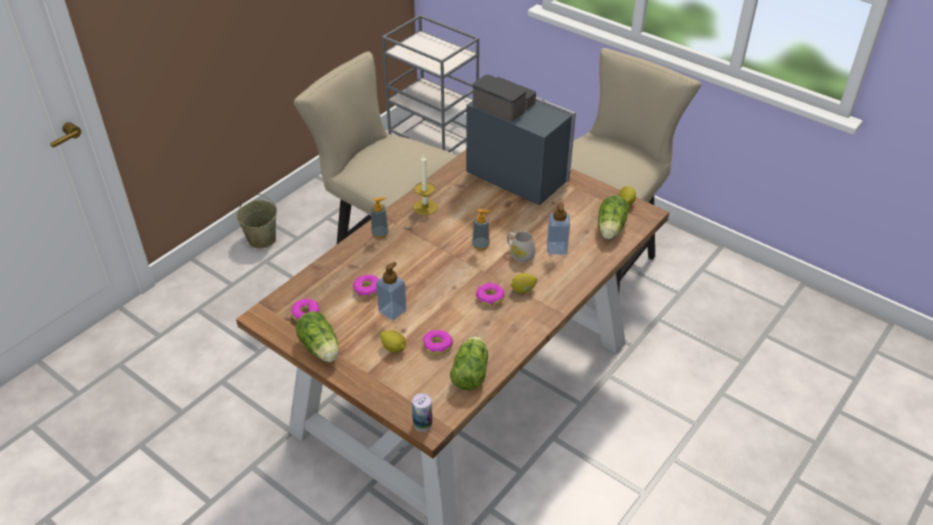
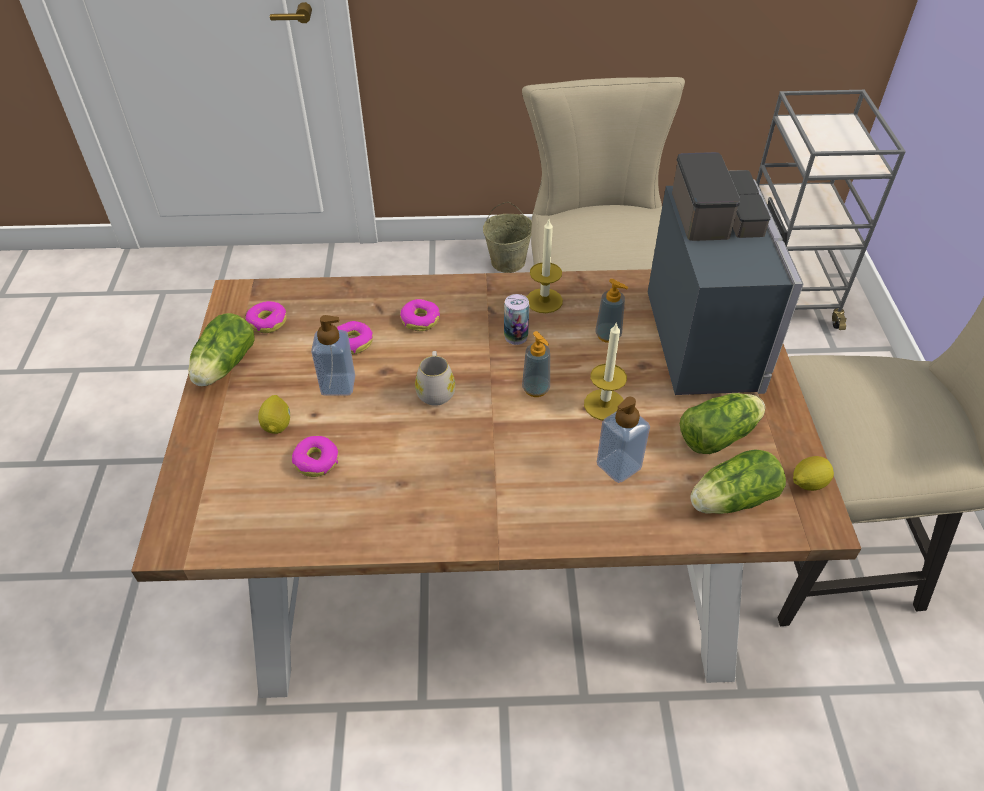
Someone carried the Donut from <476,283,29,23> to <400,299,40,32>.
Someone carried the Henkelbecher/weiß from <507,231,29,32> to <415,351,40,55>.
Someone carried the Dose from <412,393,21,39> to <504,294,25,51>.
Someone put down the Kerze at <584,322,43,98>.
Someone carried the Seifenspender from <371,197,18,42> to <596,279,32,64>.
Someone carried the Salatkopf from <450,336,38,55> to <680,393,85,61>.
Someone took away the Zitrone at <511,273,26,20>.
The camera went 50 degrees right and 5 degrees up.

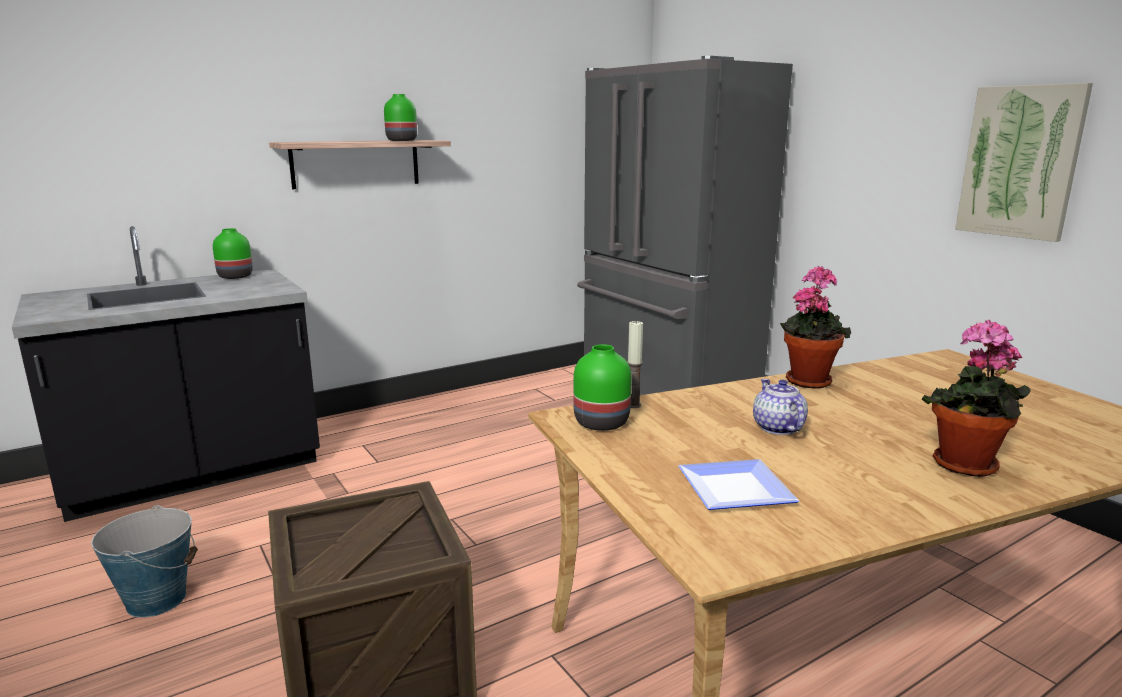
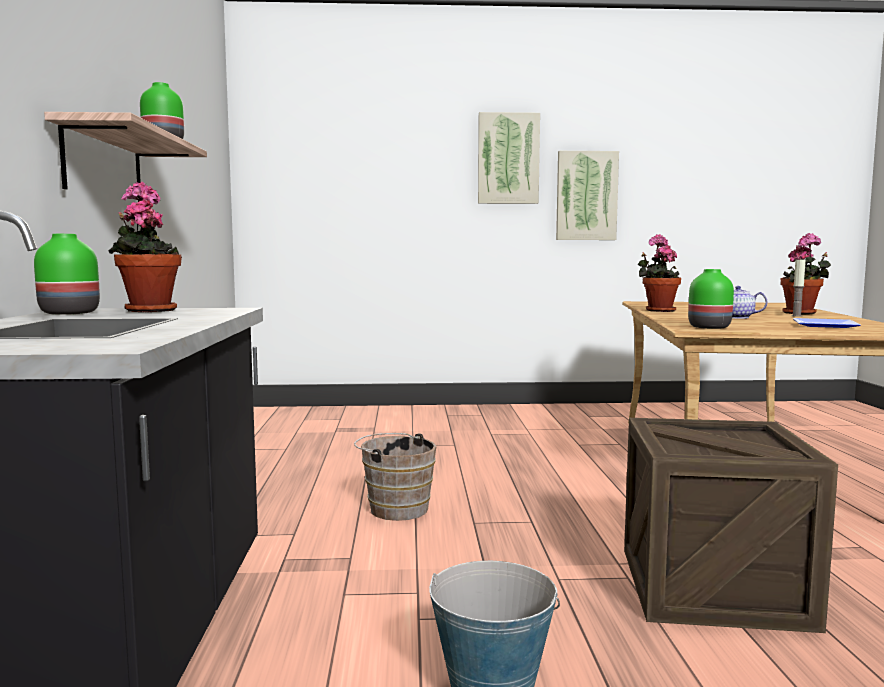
Someone put down the Topfpflanze at <108,182,74,130>.
Someone put down the Eimer/braun at <354,433,83,88>.
Someone put up the Bild at <478,112,62,92>.
Someone carried the Kerze from <627,321,16,87> to <791,258,15,59>.
Someone took away the Kühlschrank/grau at <577,56,216,339>.
The camera went 60 degrees left and 10 degrees down.

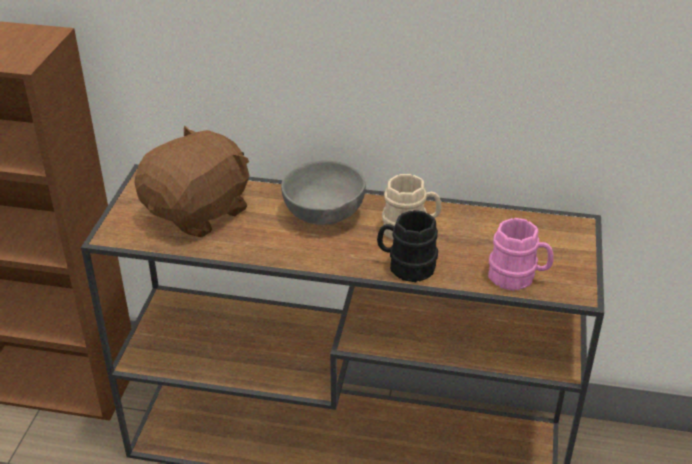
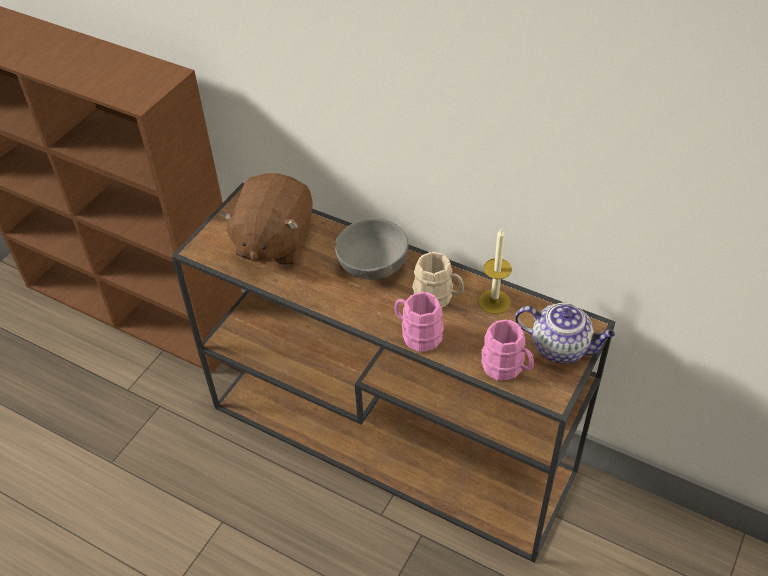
Someone rotated the Plüschtier/braun at <134,126,115,112> by 135 degrees clockwise.
Someone repainted the Henkelbecher/schwarz at <377,210,61,72>, which became the Henkelbecher/rosa at <394,292,50,60>.
Someone put down the Kerze at <479,227,33,87>.
Someone put down the Teekanne at <515,303,100,61>.
The camera went 20 degrees right and 10 degrees up.

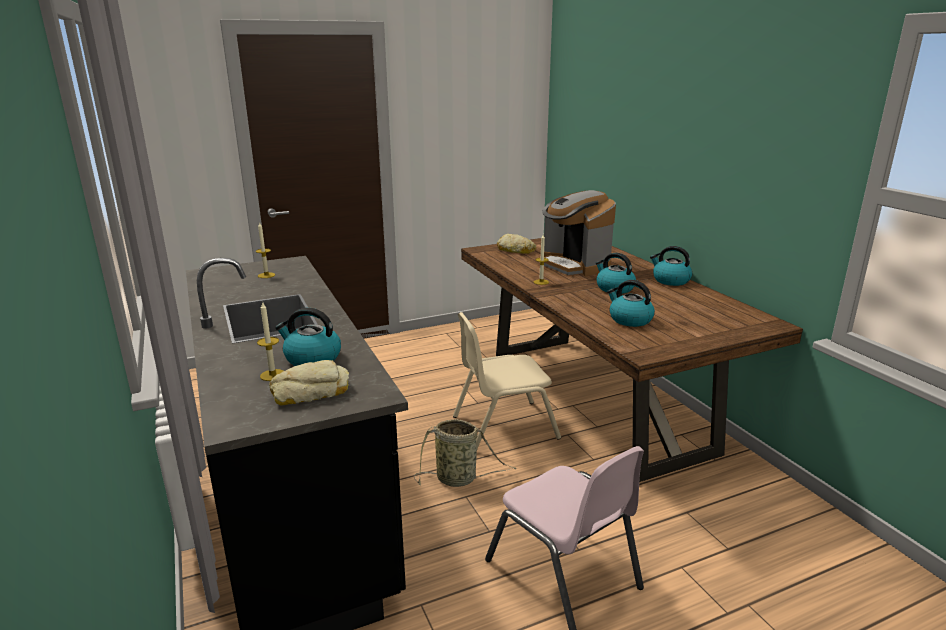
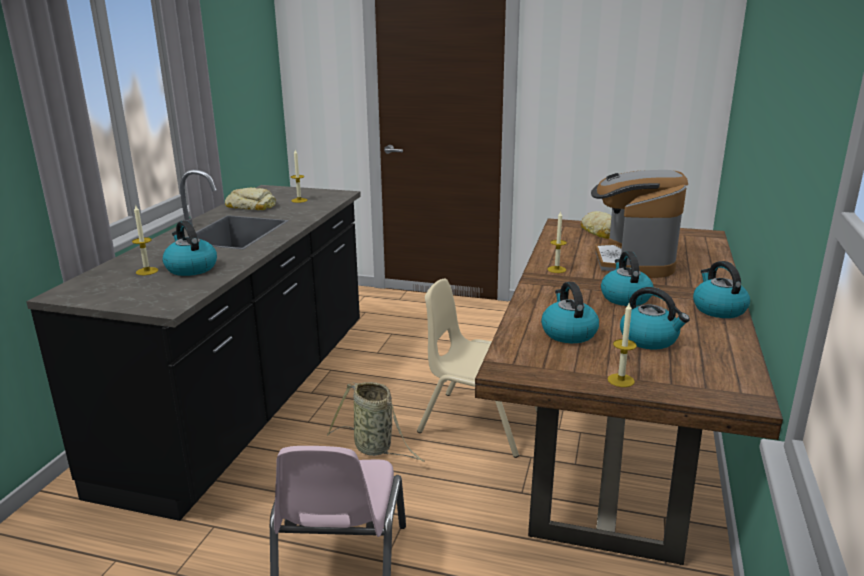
Someone carried the Brot from <269,360,80,45> to <225,188,51,22>.
Someone put down the Kerze at <608,303,29,84>.
Someone put down the Wasserkessel at <620,287,70,62>.
The camera went 40 degrees right and 0 degrees up.

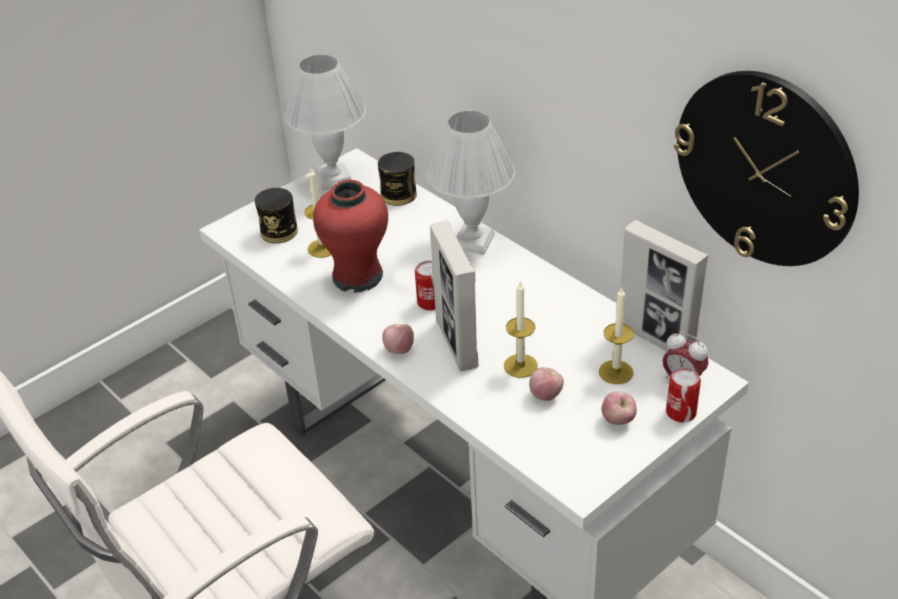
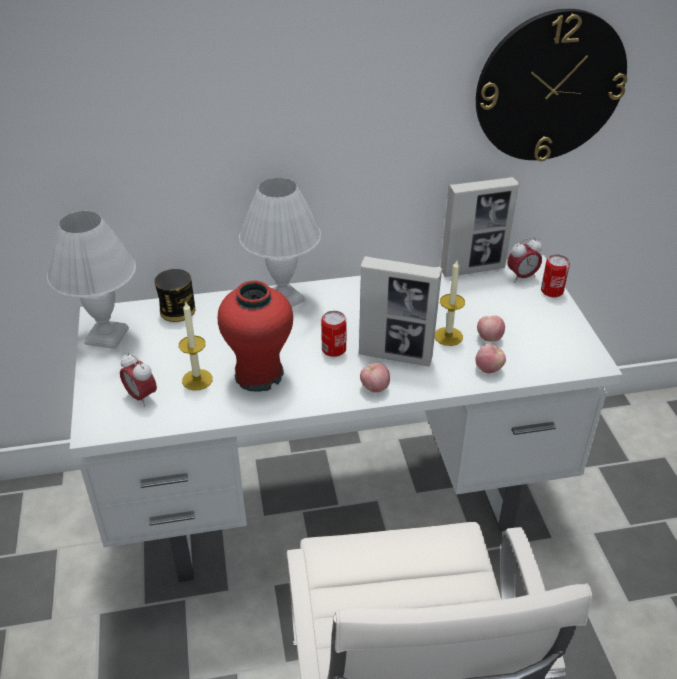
Someone swapped the Dose at <255,188,43,55> for the Wecker at <120,352,37,55>.
Someone carried the Apfel from <601,392,36,33> to <475,344,31,29>.
Someone took away the Kerze at <599,288,35,96>.
The camera went 60 degrees left and 0 degrees up.

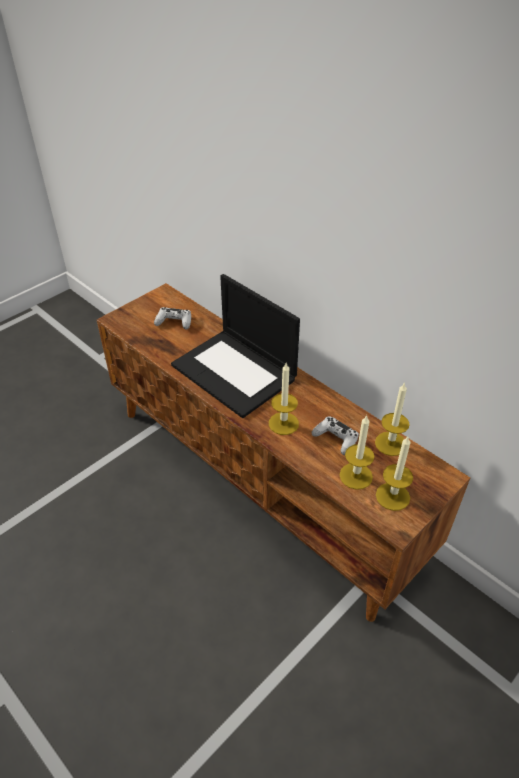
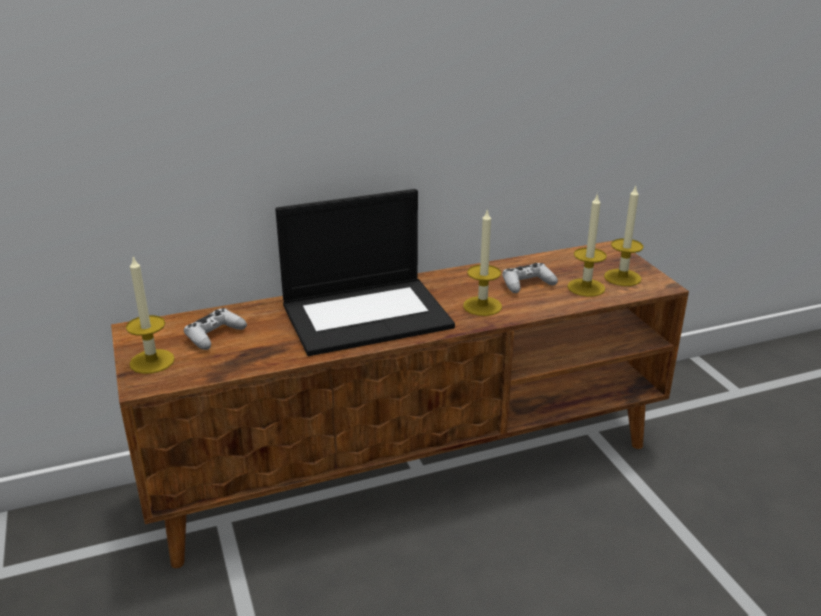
Someone carried the Kerze from <375,382,35,74> to <126,255,49,119>.
The camera went 65 degrees left and 15 degrees down.

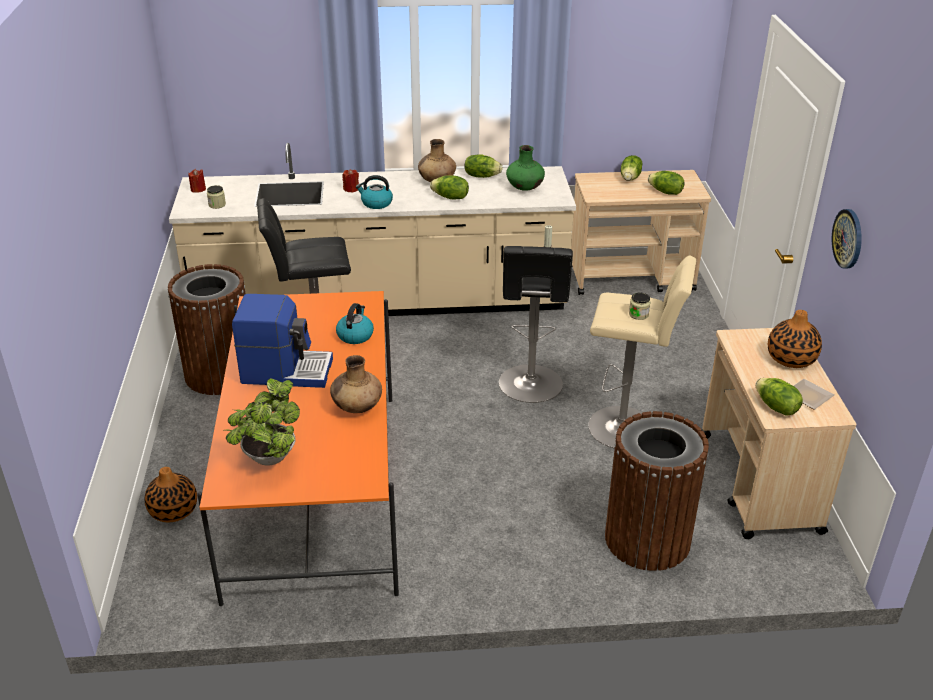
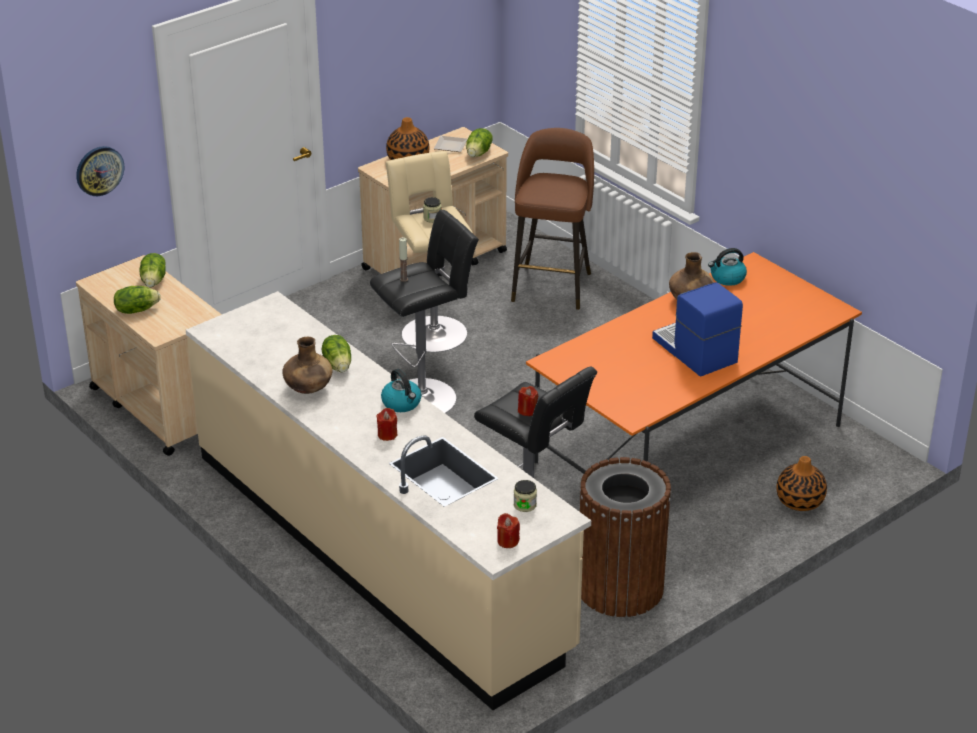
Someone carried the Wanduhr from <832,209,30,60> to <76,146,48,50>.
Someone swapped the Mülleimer/braun at <605,411,104,160> for the Hocker/braun at <511,128,83,182>.
Someone put down the Kerze/rot at <518,386,20,30>.
Someone carried the Wasserkessel from <336,303,38,41> to <708,248,39,38>.
Someone took away the Topfpflanze at <223,378,77,88>.
Someone took away the Salatkopf at <465,154,38,24>.
Someone took away the Vase/grün at <506,145,39,46>.
The camera went 125 degrees left and 0 degrees up.

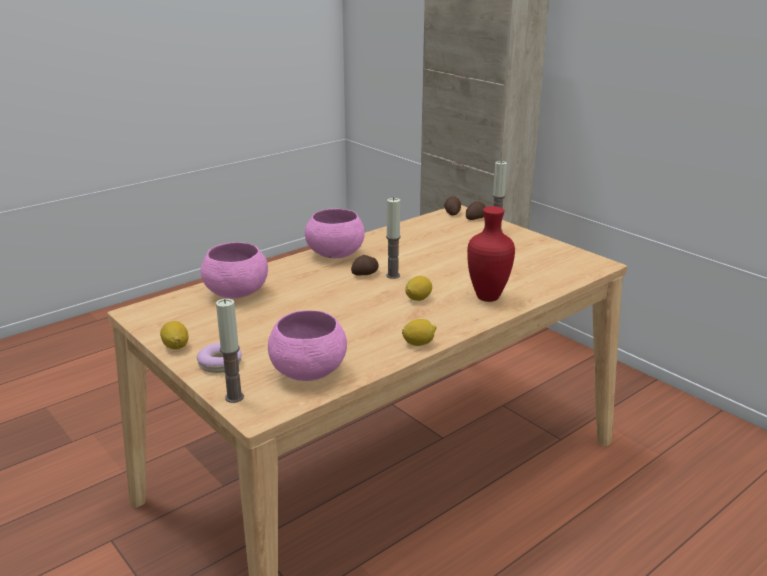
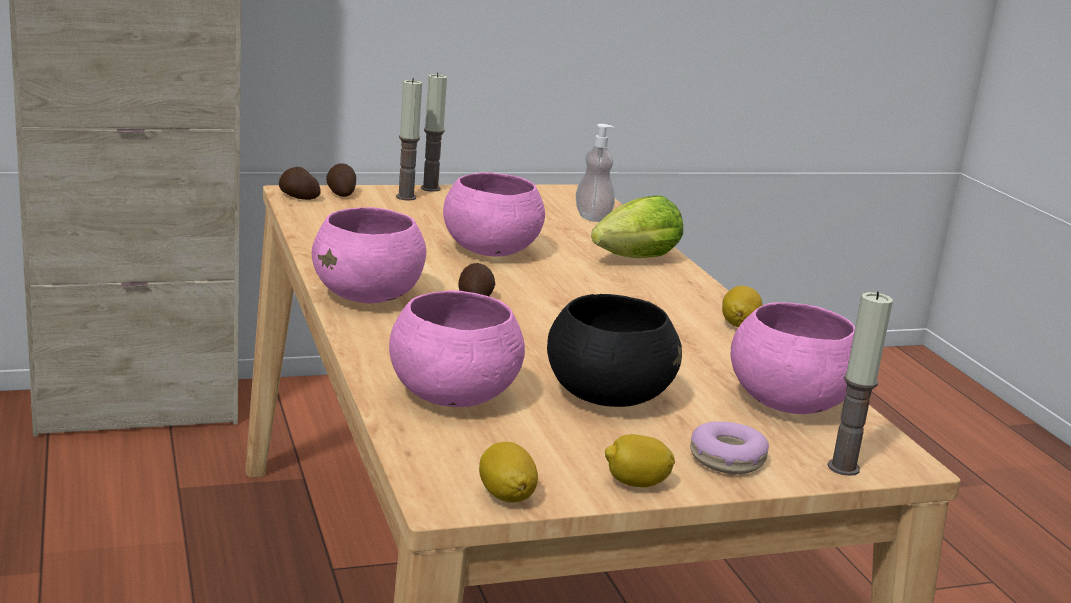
Someone carried the Kerze from <386,197,15,82> to <421,73,26,119>.
Someone put down the Schüssel/rosa at <443,172,102,84>.
Someone carried the Zitrone from <405,276,27,25> to <479,442,59,61>.
Someone put down the Schüssel/schwarz at <547,294,135,113>.
Someone put down the Seifenspender at <576,124,39,98>.
Someone swapped the Vase/rot at <467,206,48,96> for the Salatkopf at <591,195,92,63>.
The camera went 70 degrees left and 5 degrees down.

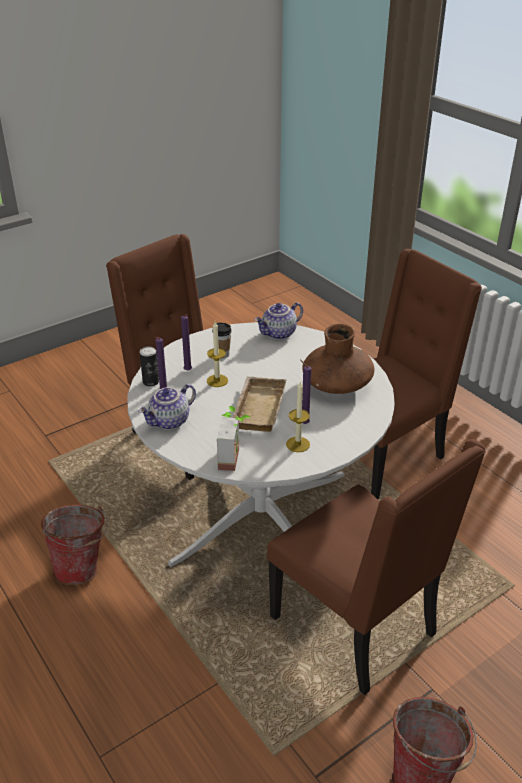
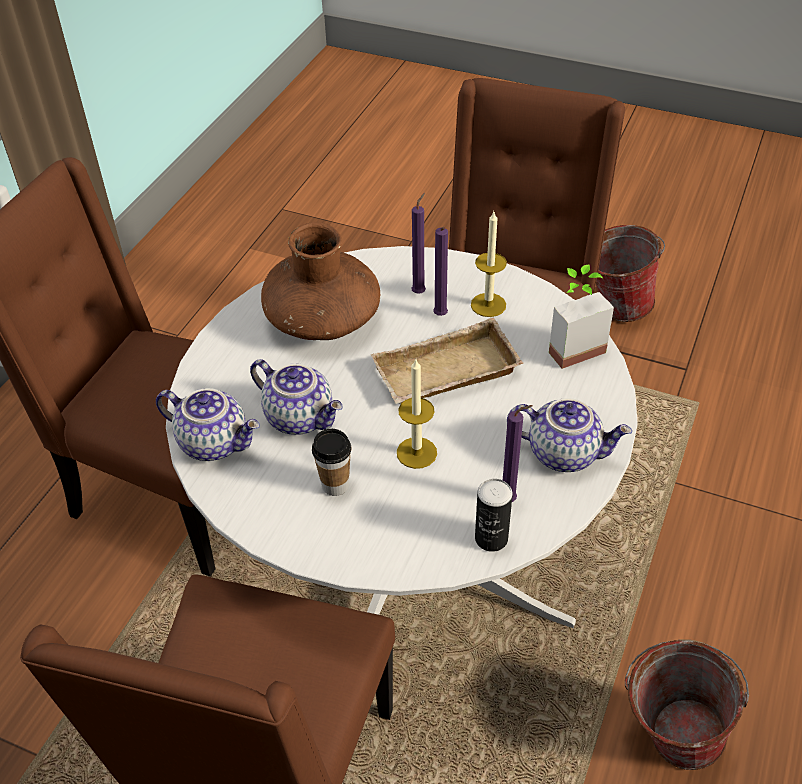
Someone put down the Teekanne at <250,359,93,76>.
Someone carried the Kerze/lila from <181,314,11,57> to <411,193,15,101>.
The camera went 120 degrees left and 10 degrees up.

